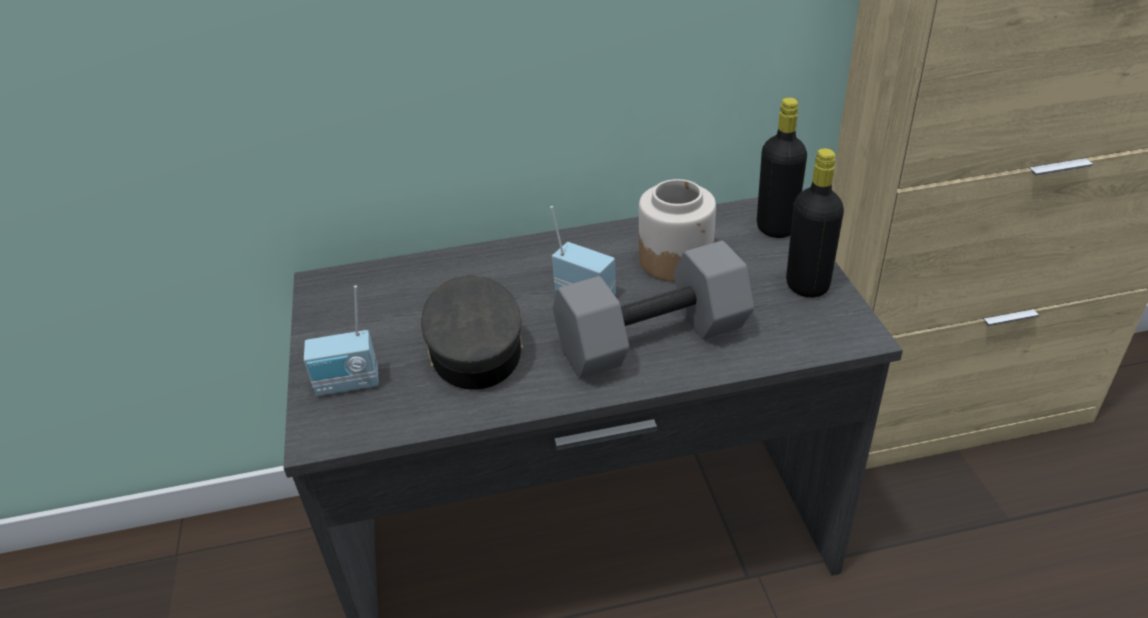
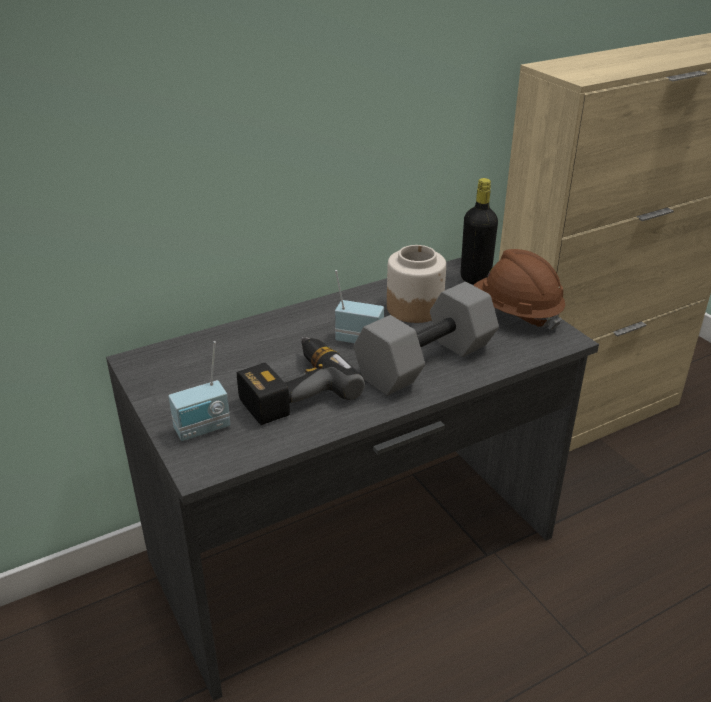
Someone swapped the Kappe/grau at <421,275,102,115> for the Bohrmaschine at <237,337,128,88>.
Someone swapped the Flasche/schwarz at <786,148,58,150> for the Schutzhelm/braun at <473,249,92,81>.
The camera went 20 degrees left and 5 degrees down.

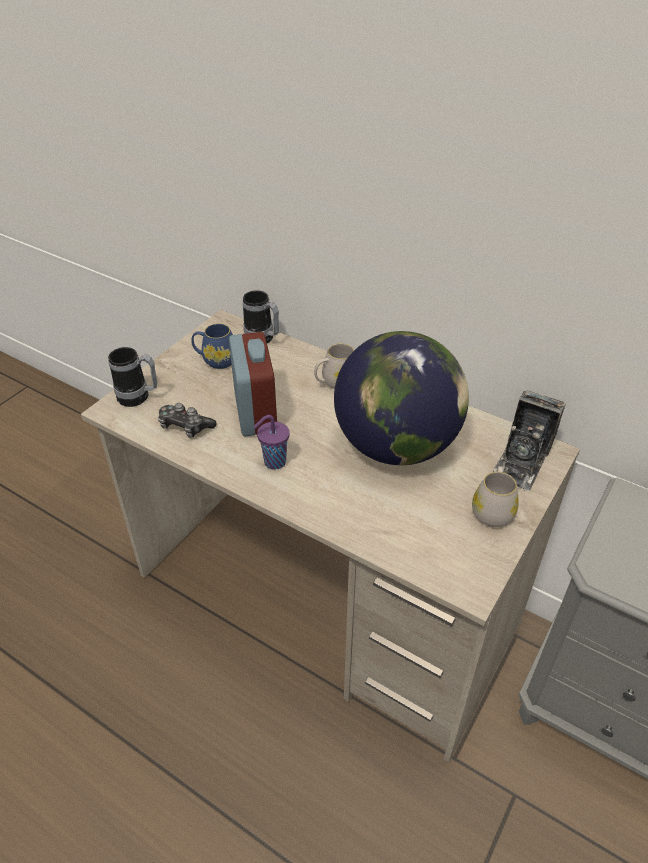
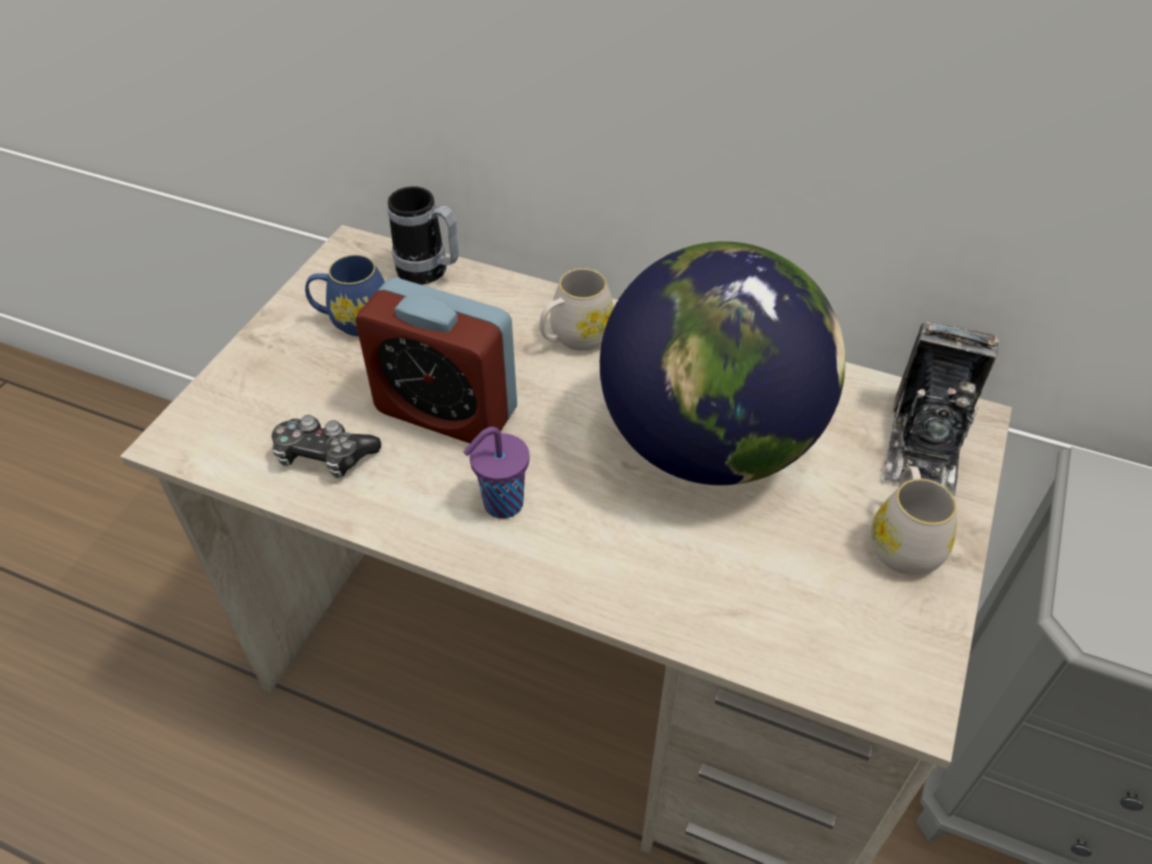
Someone rotated the Wecker at <229,332,48,105> by 135 degrees clockwise.
Someone took away the Henkelbecher at <108,347,49,60>.
The camera went 10 degrees left and 5 degrees up.

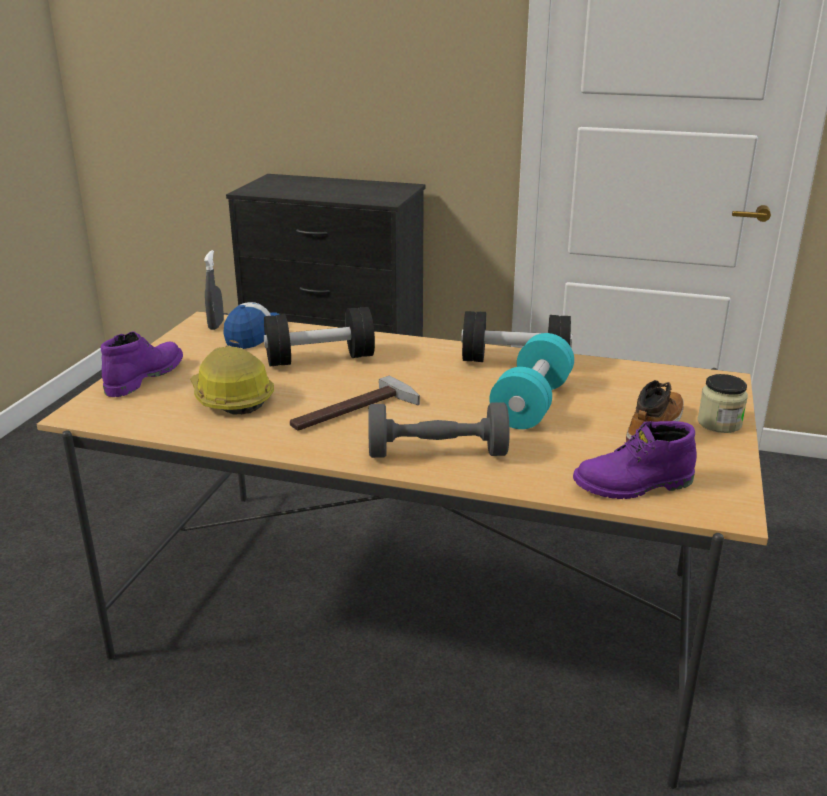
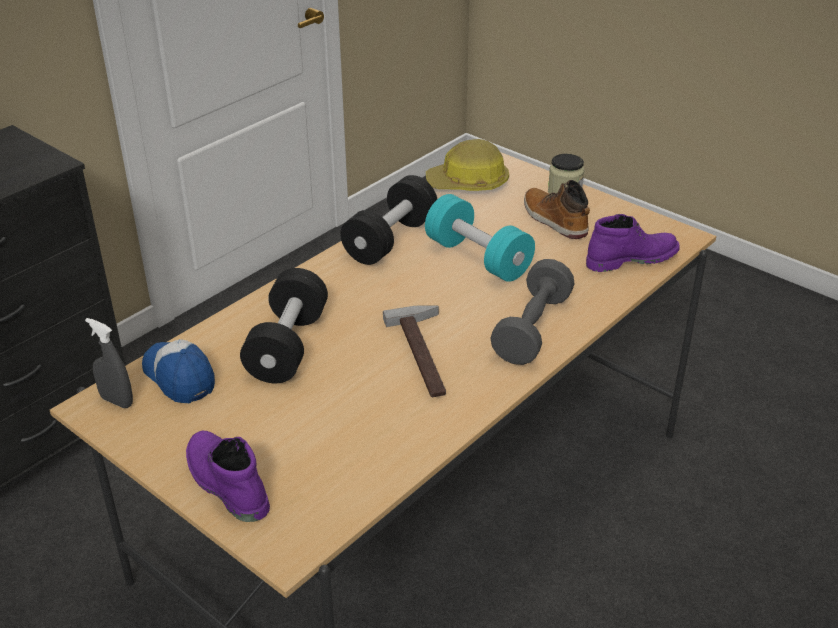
Someone carried the Schutzhelm from <190,346,84,69> to <426,139,83,52>.
Someone rotated the Stiefel/lila at <573,421,123,78> by 120 degrees counterclockwise.
The camera went 65 degrees left and 10 degrees up.

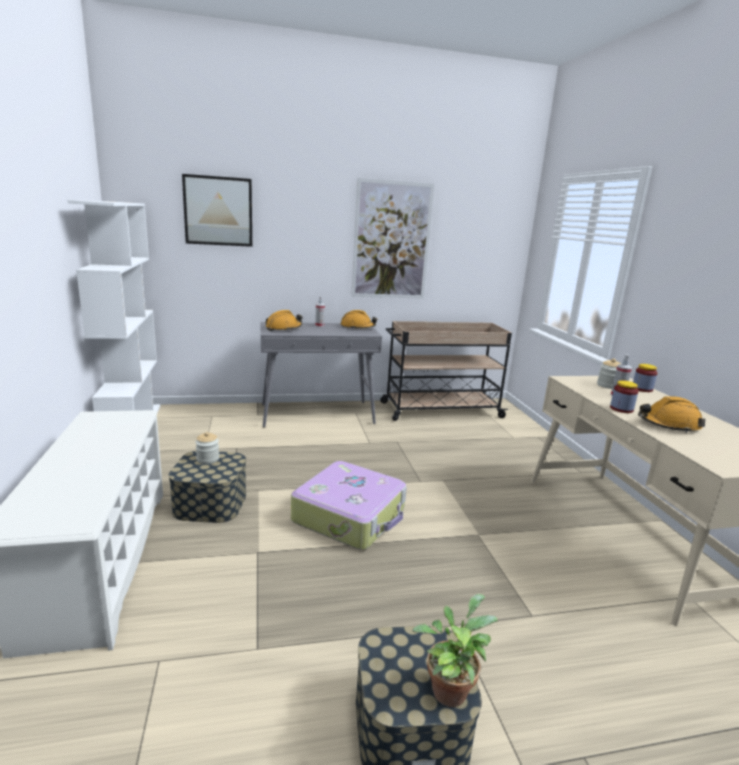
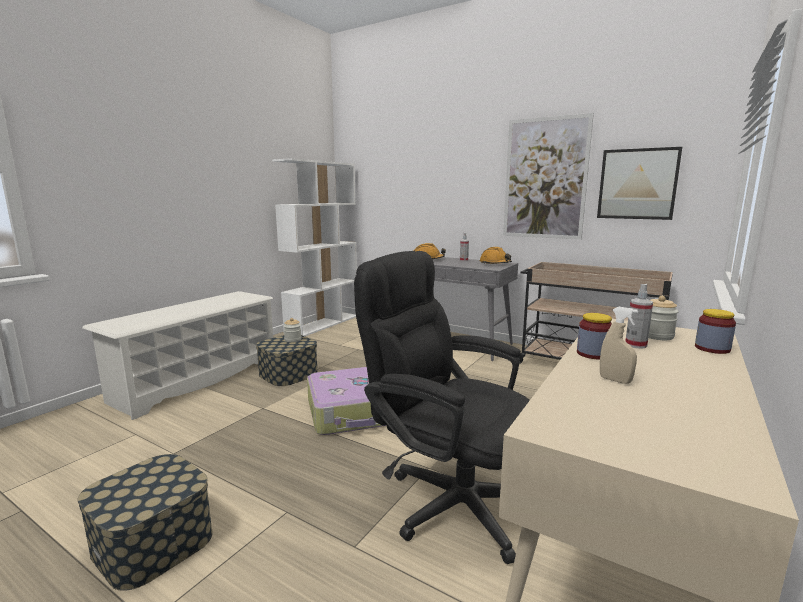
Someone put down the Bürostuhl/schwarz at <354,251,176,313>.
Someone carried the Bild from <182,174,70,73> to <597,147,85,73>.
Someone swapped the Schutzhelm/orange at <638,396,67,37> for the Sprühflasche/beige at <600,307,38,77>.
Someone took away the Topfpflanze at <412,594,86,113>.
The camera went 45 degrees right and 5 degrees down.

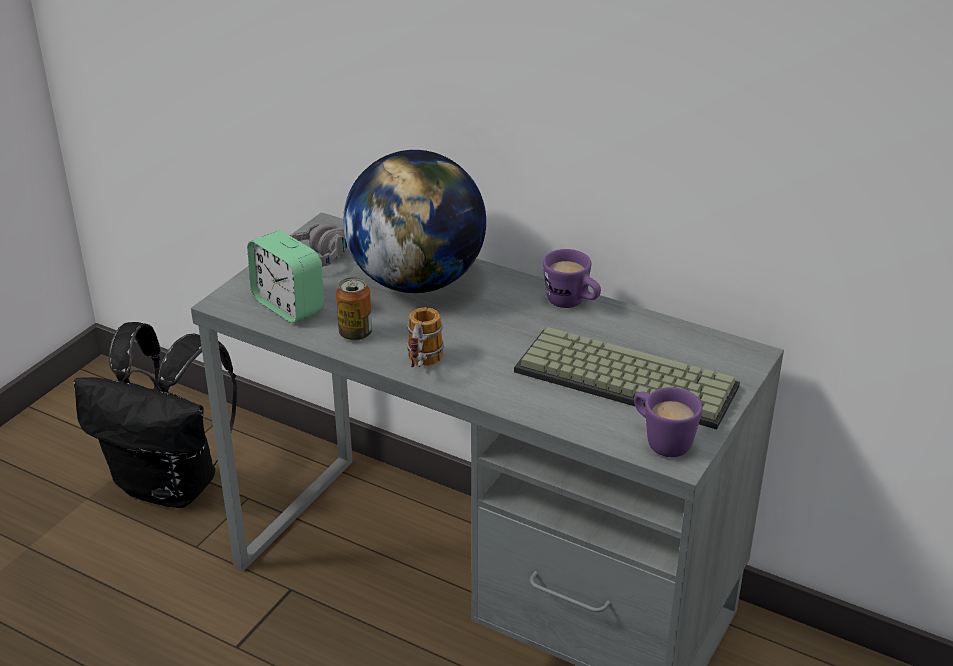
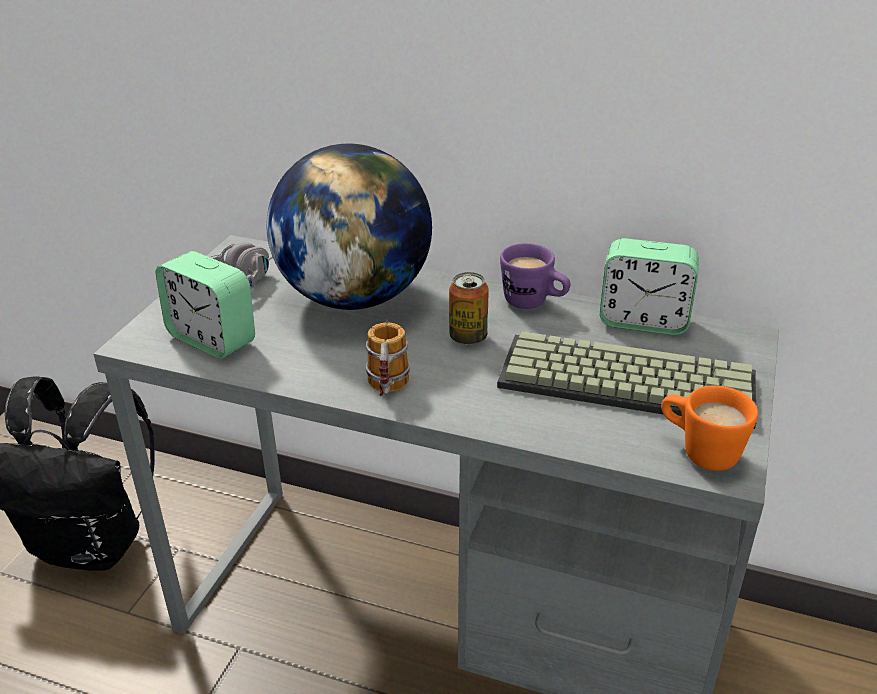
Someone carried the Dose from <336,277,36,64> to <449,272,40,73>.
Someone put down the Wecker at <600,238,99,97>.
Someone repainted the Henkelbecher/lila at <634,387,69,70>, which became the Henkelbecher/orange at <661,385,97,86>.
The camera went 10 degrees left and 0 degrees up.

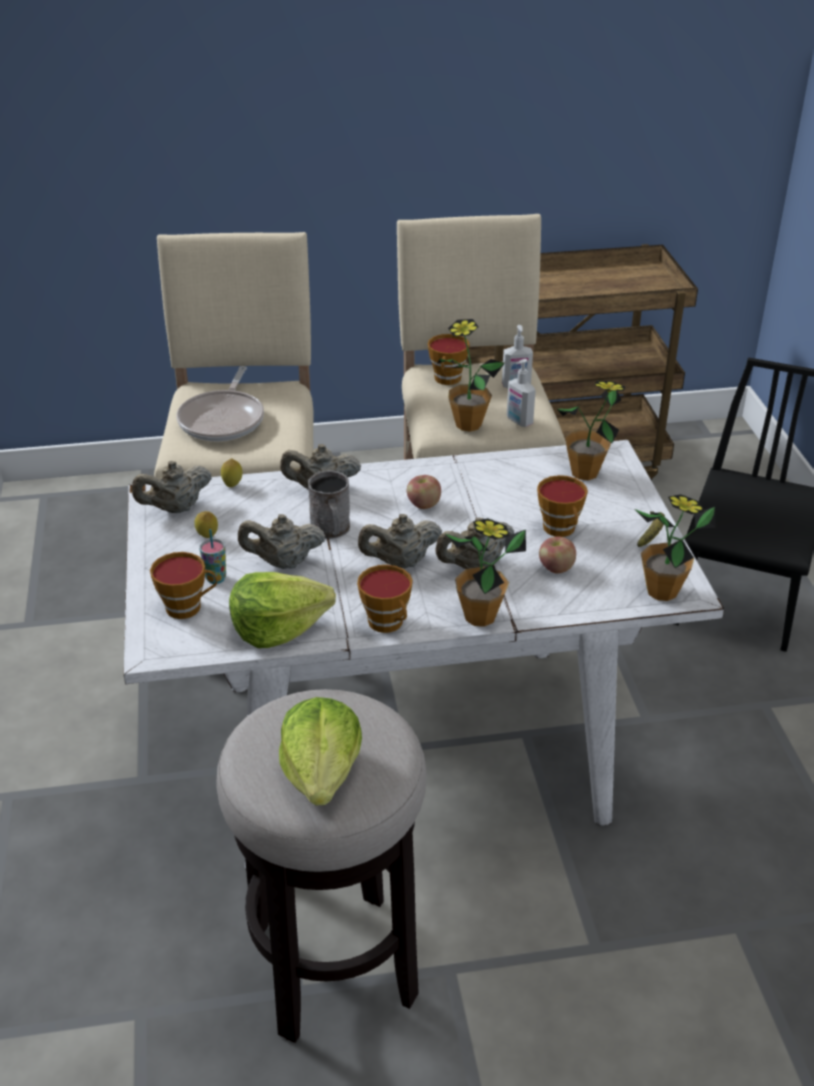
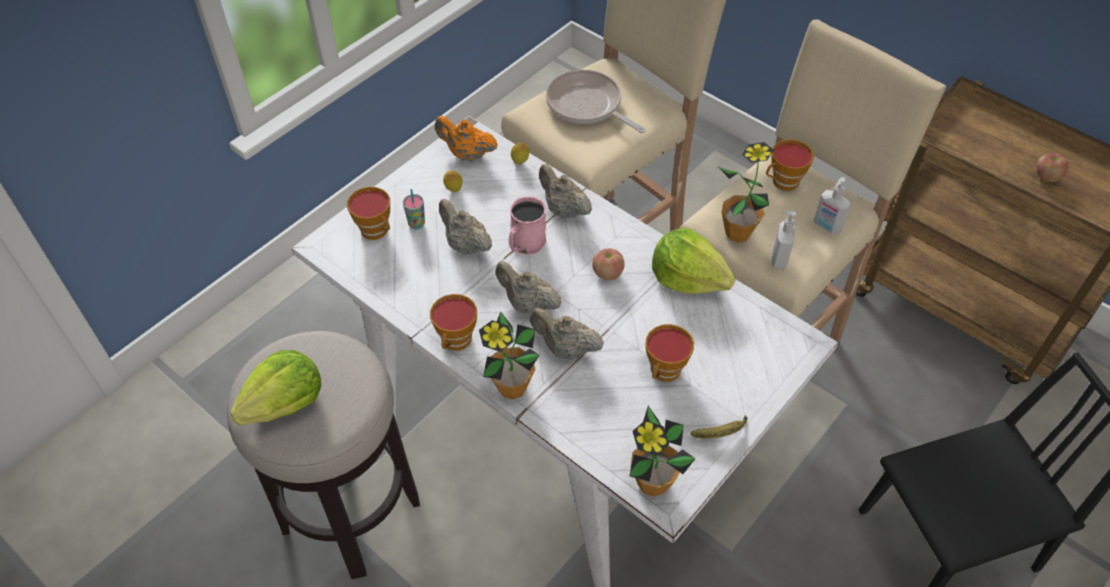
Someone repainted the Teekanne/beige at <132,461,80,52>, which became the Teekanne/orange at <435,116,63,46>.
Someone repainted the Henkelbecher/grau at <308,470,42,69>, which became the Henkelbecher/rosa at <509,197,37,58>.
Someone rotated the Pfanne at <177,366,87,75> by 75 degrees clockwise.
Someone carried the Salatkopf from <229,572,107,76> to <652,228,84,66>.
Someone carried the Apfel from <539,537,37,36> to <1036,153,33,29>.
Someone took away the Topfpflanze at <557,381,68,99>.
The camera went 50 degrees right and 15 degrees up.

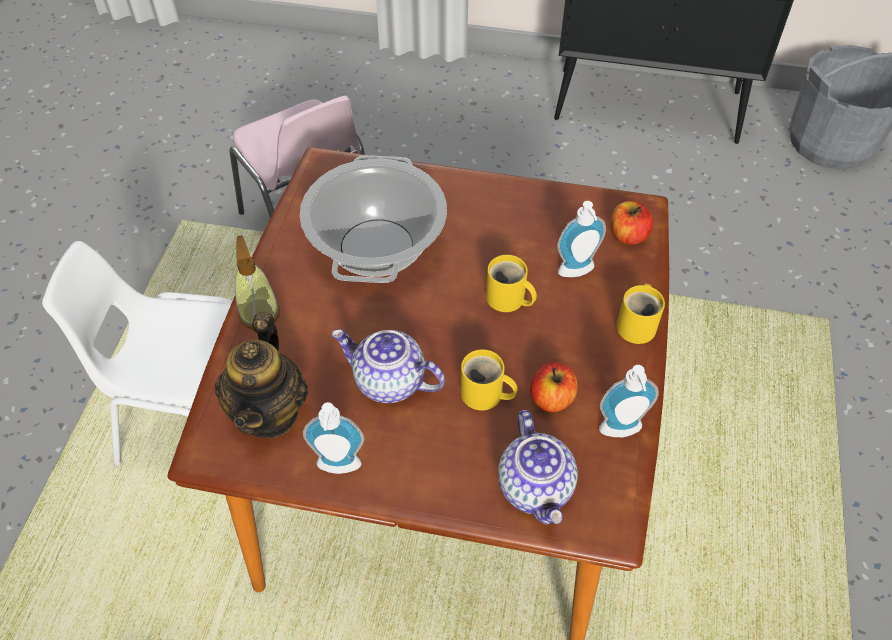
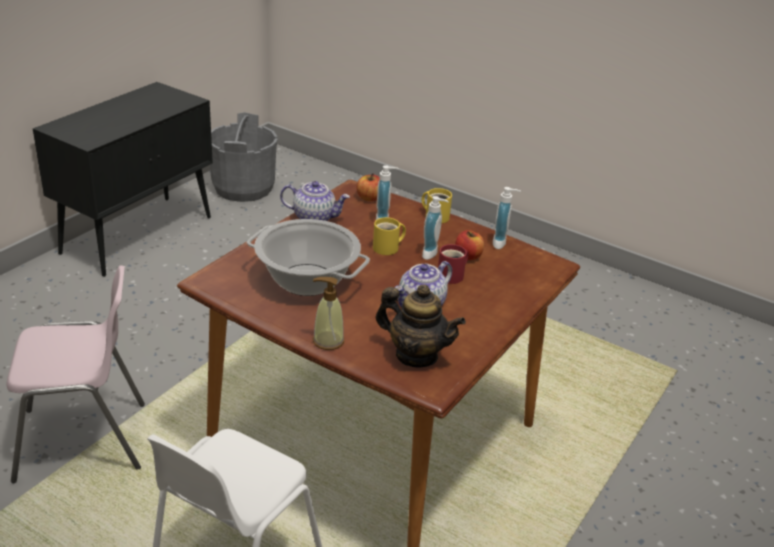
Someone carried the Teekanne from <498,410,80,115> to <280,181,70,40>.
Someone carried the Seifenspender from <303,402,61,72> to <422,196,27,64>.
Someone repainted the Henkelbecher/gelb at <461,349,57,61>, which became the Henkelbecher/rot at <438,244,30,40>.
The camera went 70 degrees left and 20 degrees down.

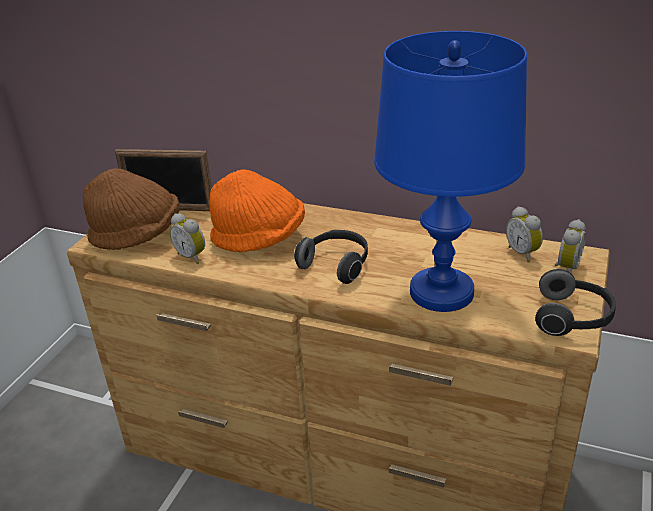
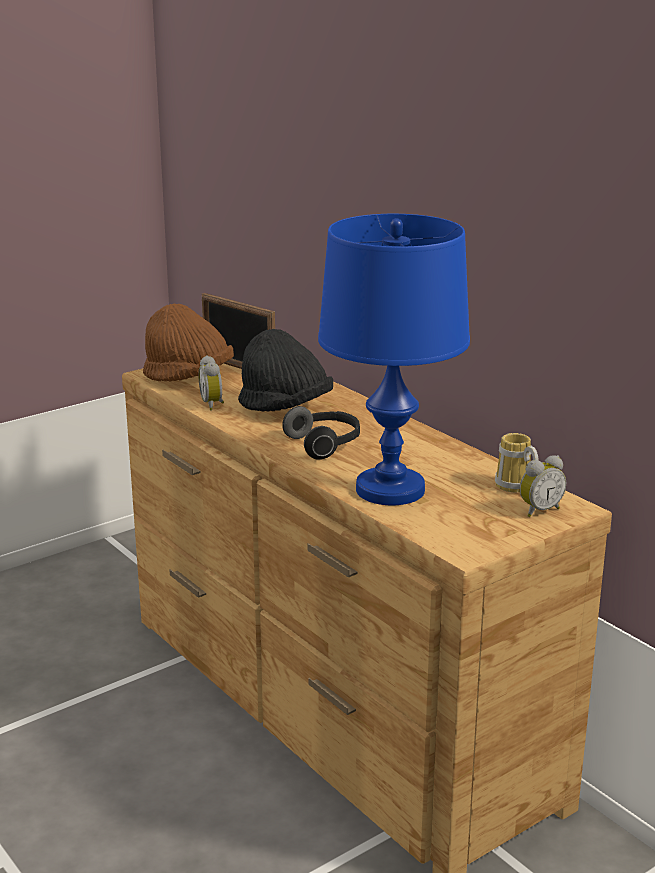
Someone repainted the Hut/orange at <210,169,95,83>, which became the Hut/schwarz at <238,329,95,83>.
Someone swapped the Wecker at <506,206,37,57> for the Henkelbecher at <495,433,44,59>.
Someone took away the Kopfhörer at <535,269,81,67>.
The camera went 30 degrees right and 10 degrees down.

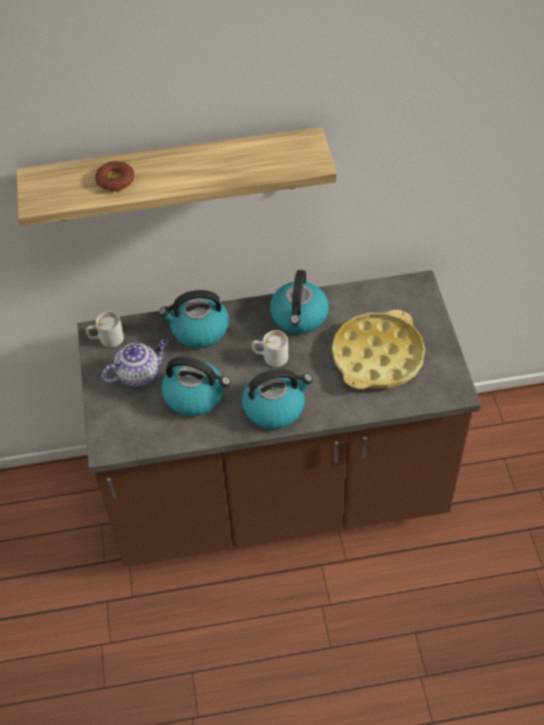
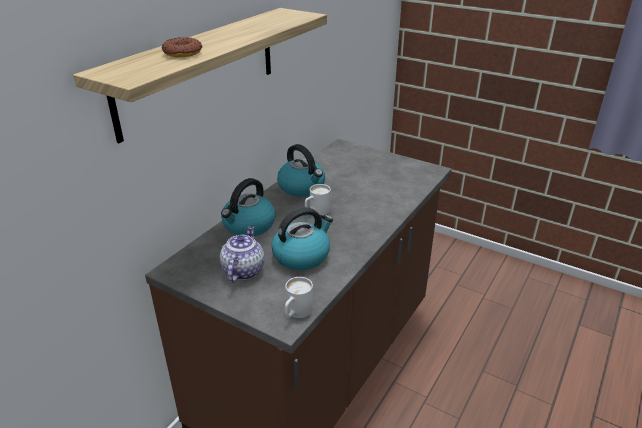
Someone carried the Henkelbecher/weiß from <86,311,38,36> to <285,277,28,41>.
Someone took away the Wasserkessel at <242,369,71,60>.
Someone took away the Tablett/gelb at <332,310,93,80>.
The camera went 50 degrees left and 20 degrees down.

